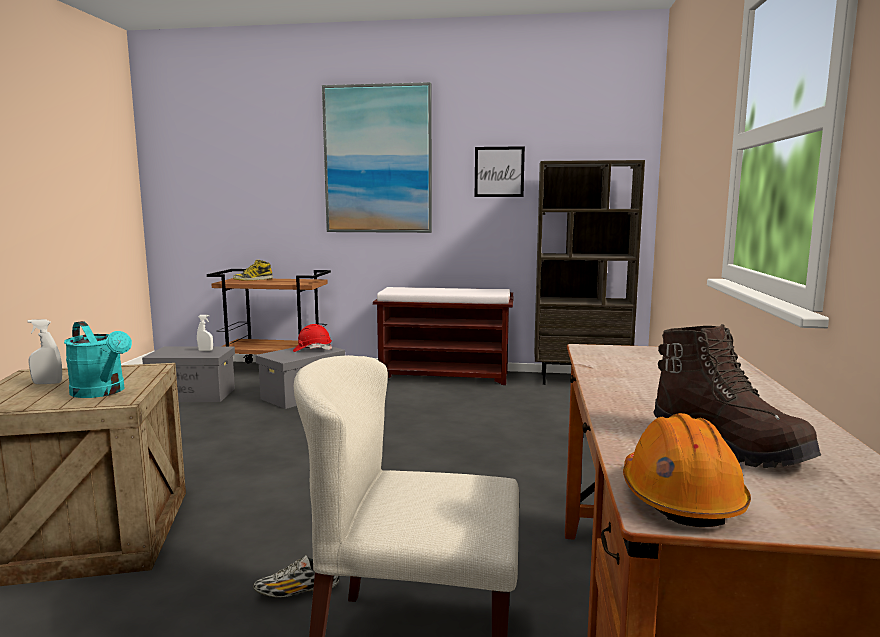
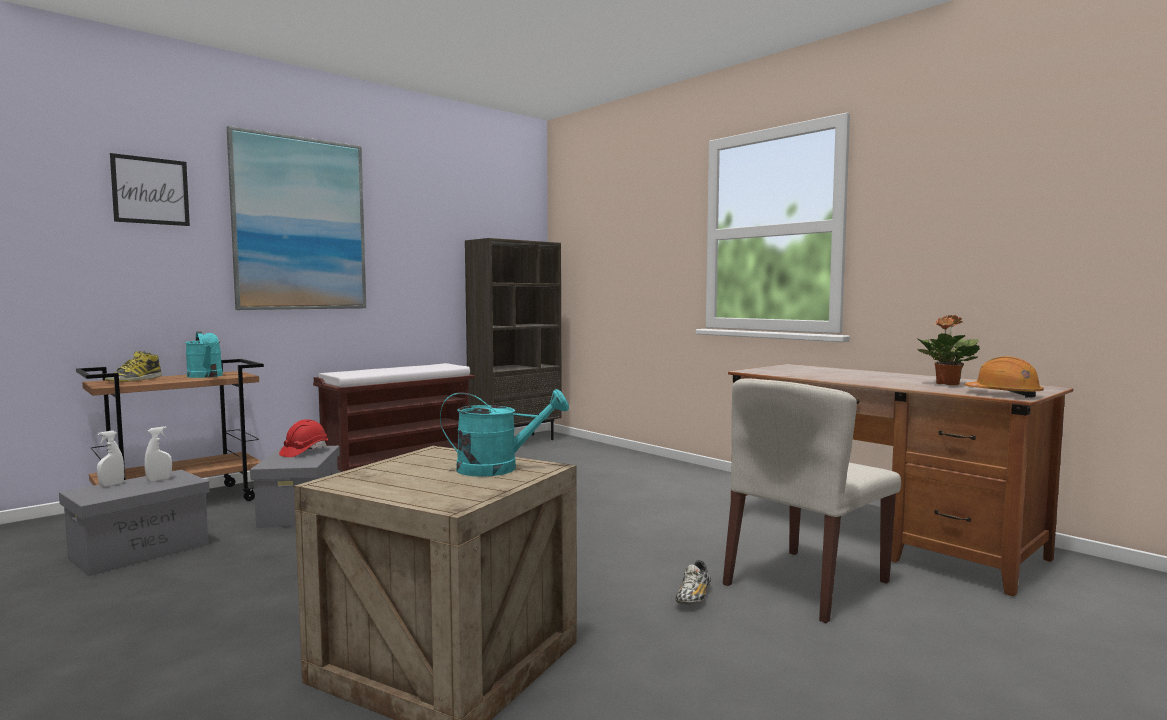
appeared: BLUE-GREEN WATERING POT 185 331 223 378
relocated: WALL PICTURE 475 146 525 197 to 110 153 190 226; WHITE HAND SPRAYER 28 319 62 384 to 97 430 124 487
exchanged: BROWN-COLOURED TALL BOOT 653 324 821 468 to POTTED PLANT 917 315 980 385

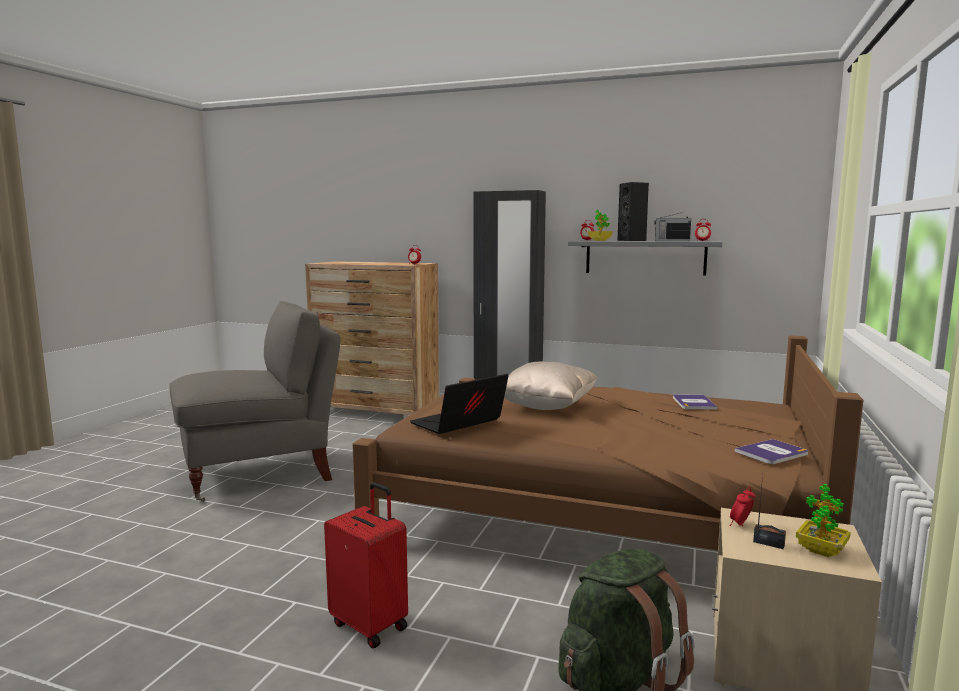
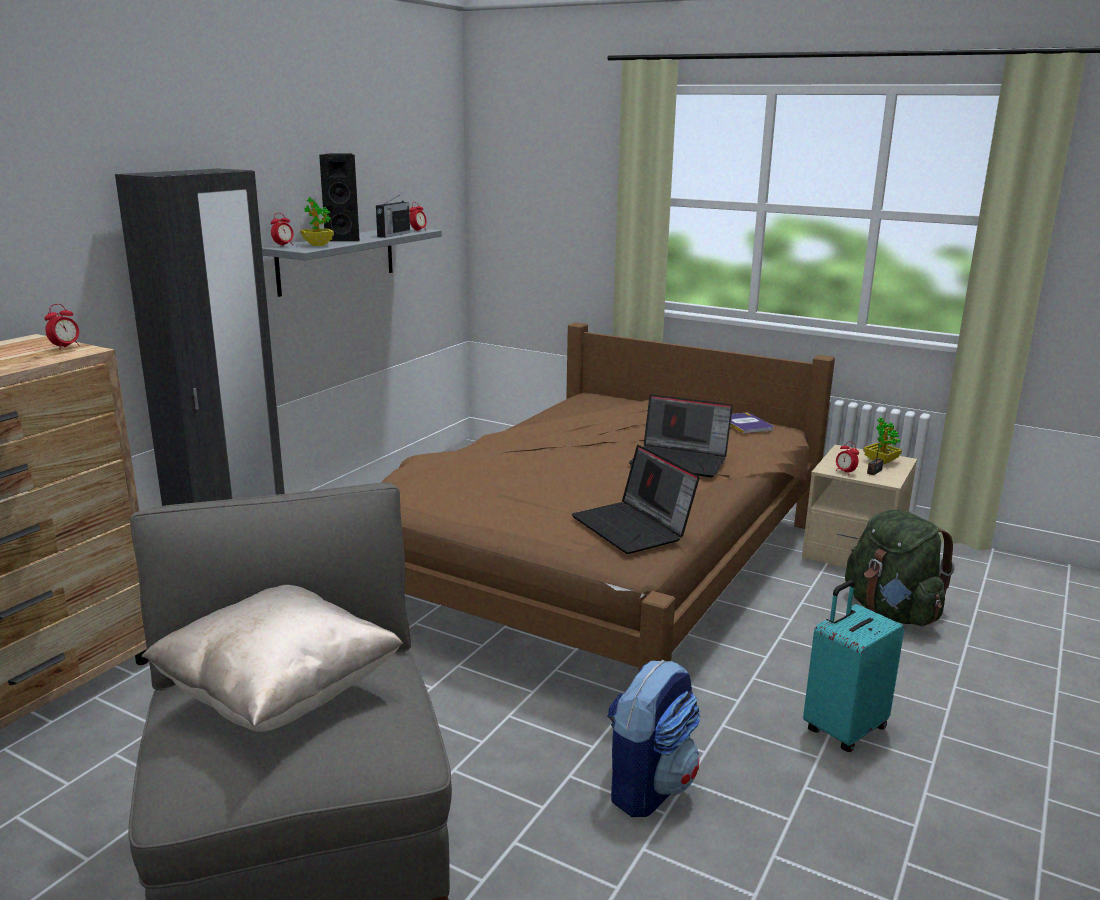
missing: VOLUME 673 394 717 410
appeared: PORTABLE COMPUTER 629 394 733 478; KNAPSACK 607 660 700 817
relocated: BEIGE PILLOW 504 362 599 410 to 142 585 403 732
colour: RED-COLOURED SUITCASE 324 482 408 649 to BLUE-GREEN SUITCASE 803 580 905 752

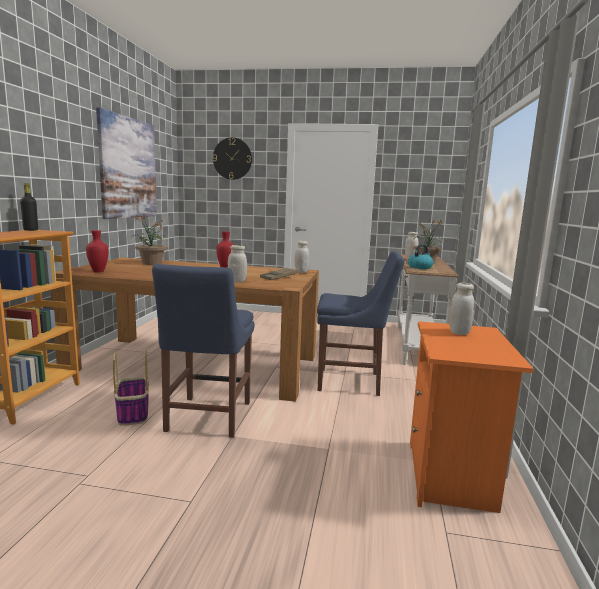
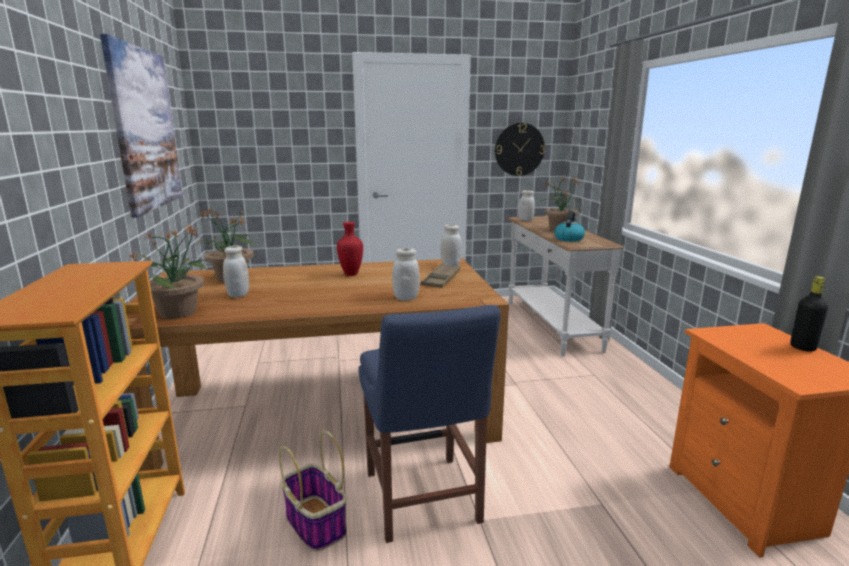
missing: BLUE PLAIN CHAIR 317 251 405 396
relocated: CLOCK ON THE WALL 213 137 252 180 to 495 123 545 176; BLACK-COLOURED BEVERAGE BOTTLE 20 183 38 231 to 790 276 828 352; WHITE STORAGE JAR 449 283 474 335 to 223 246 249 298
exchanged: RED-COLOURED VASE 86 230 108 272 to POTTED PLANT 127 224 206 319

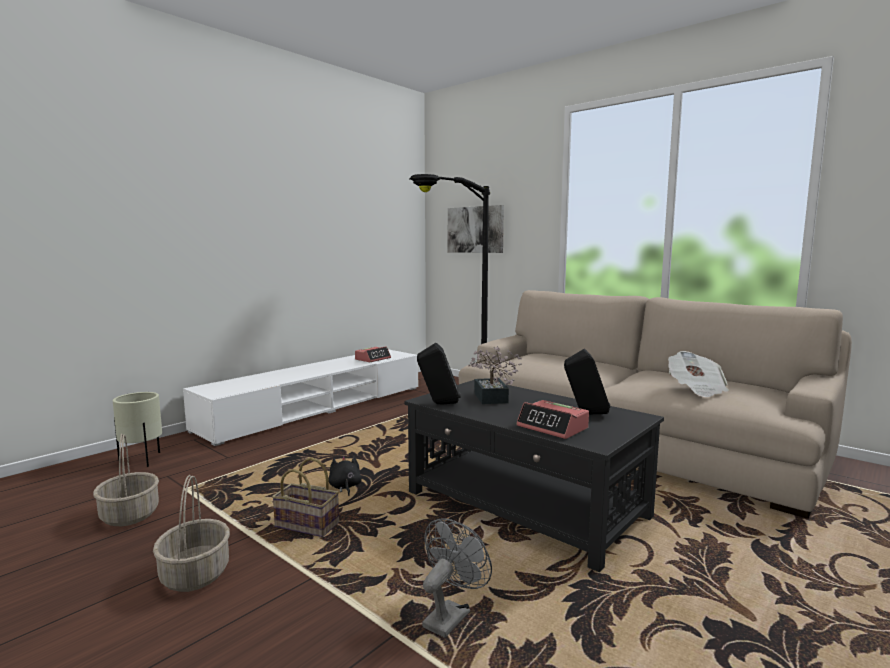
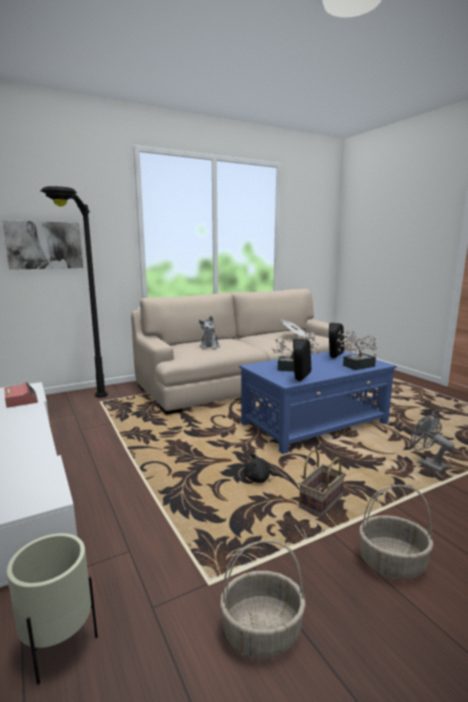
appeared: CUDDLY TOY 199 316 220 350
exchanged: ALARM CLOCK 516 400 589 439 to POTTED PLANT 337 330 378 370
colour: BLACK-COLOURED COFFEE TABLE 404 380 664 572 to BLUE COFFEE TABLE 239 351 397 454

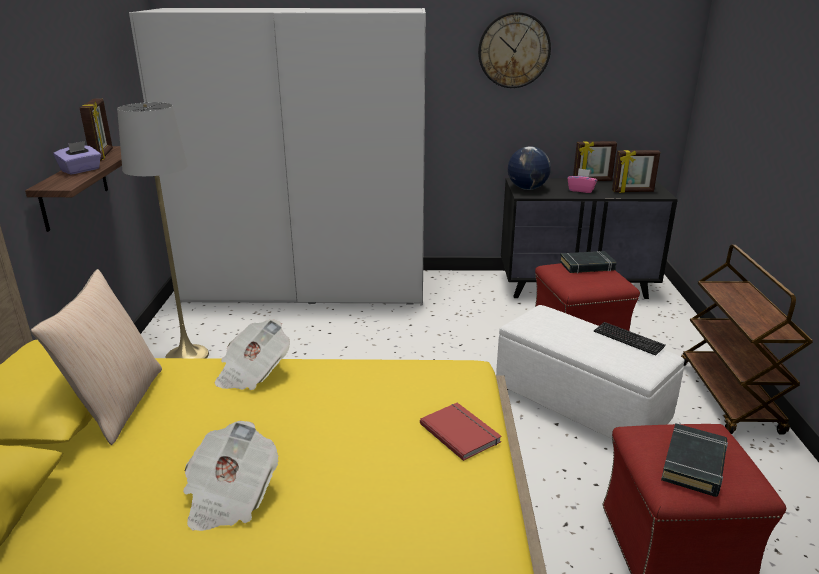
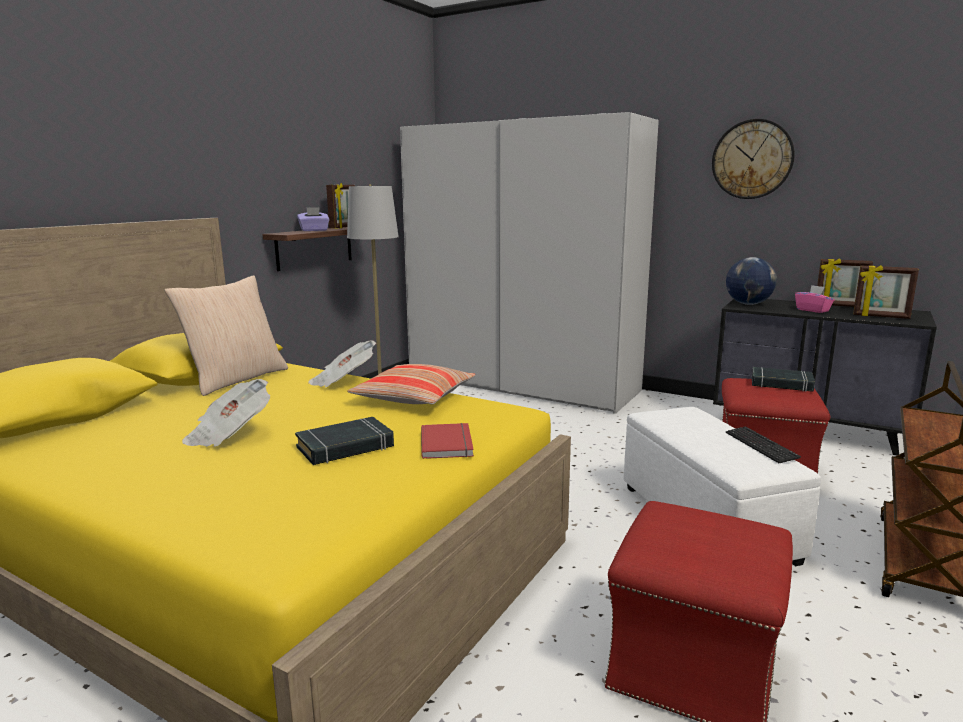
appeared: PILLOW 347 364 475 404
relocated: BLACK-COLOURED VOLUME 661 423 728 497 to 295 417 394 465

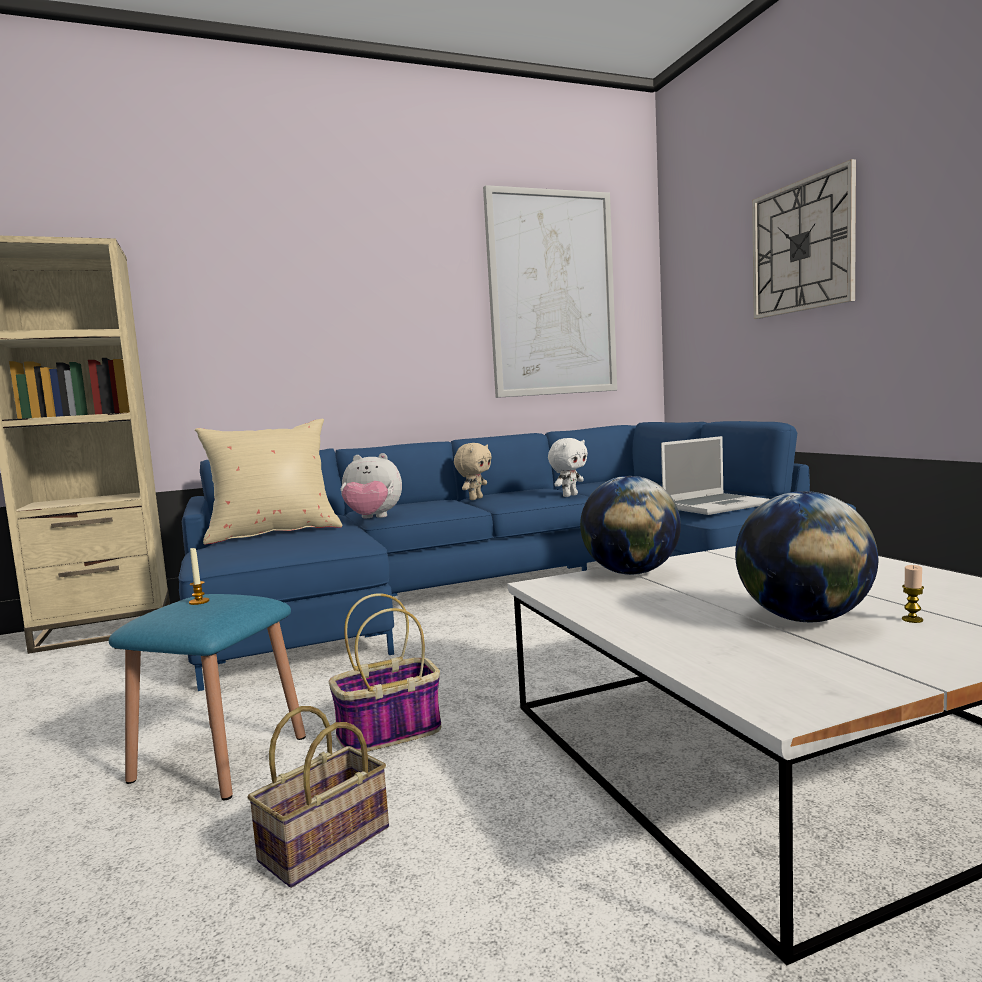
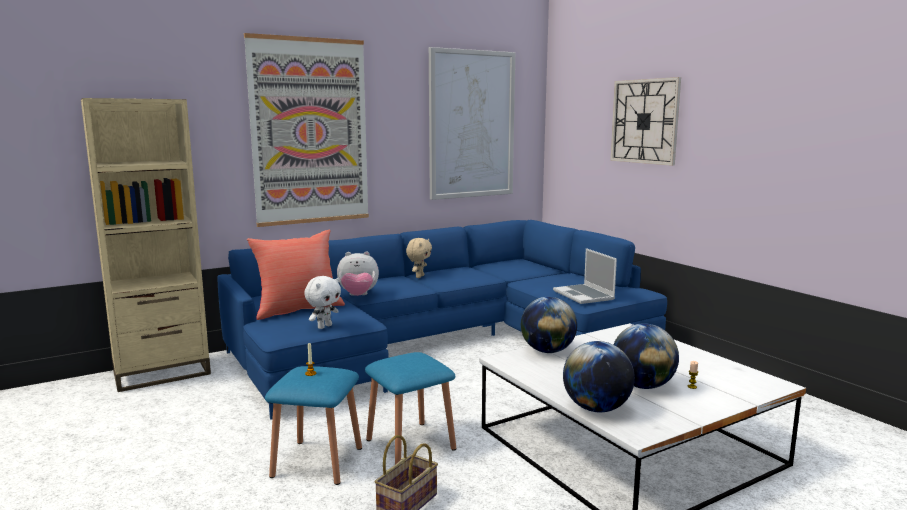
appeared: WALL PICTURE 244 33 369 227; WORLD GLOBE 563 341 635 412
relocated: WHITE CUDDLY TOY 548 438 588 497 to 304 276 341 329
exchanged: HOUSEHOLD BASKET 329 593 441 752 to BLUE SITTING STOOL 365 352 456 464
colour: BEIGE PILLOW 195 419 342 545 to RED-COLOURED PILLOW 247 229 345 320
spun: PORTABLE COMPUTER 661 436 769 515 = 553 248 617 304 105 degrees clockwise

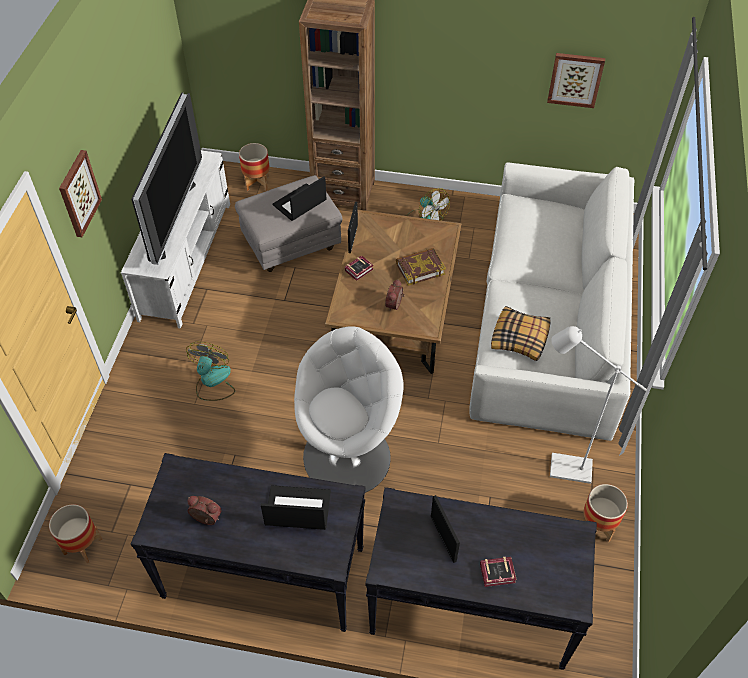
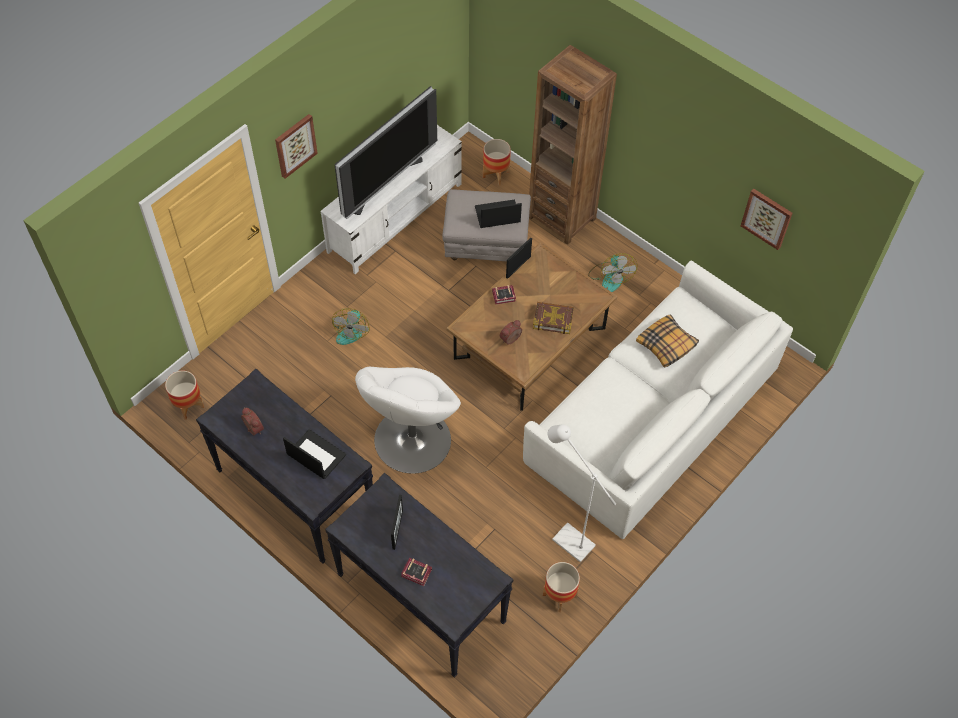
relocated: PILLOW 491 306 551 361 to 636 314 699 368
spun: WHITE ARMCHAIR 294 326 404 493 = 355 367 461 474 120 degrees clockwise; COOLING FAN 186 342 235 401 = 332 308 370 345 150 degrees clockwise

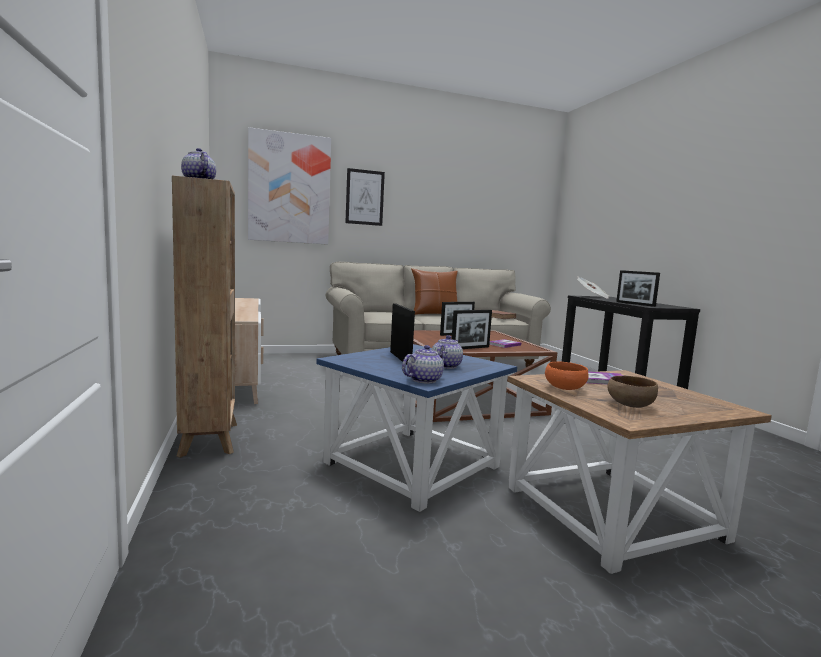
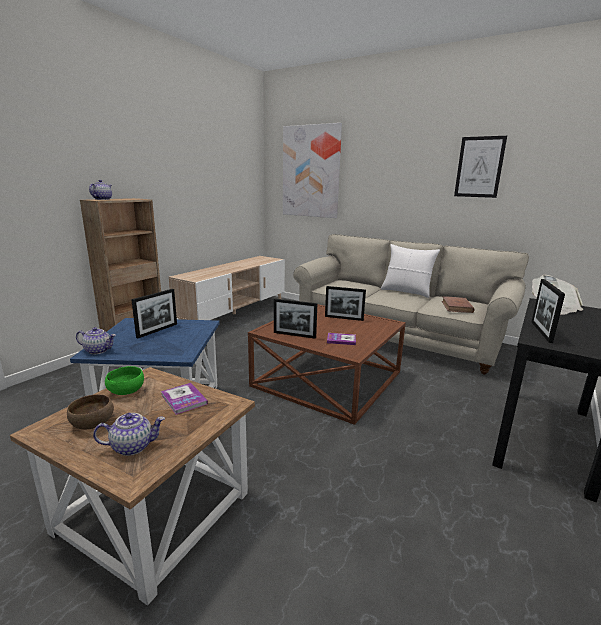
relocated: WALL PICTURE 346 168 385 226 to 454 136 507 198; TEA POT 432 335 463 369 to 93 413 165 456
colour: BROWN-COLOURED PILLOW 411 268 458 315 to WHITE PILLOW 381 244 440 298; ORANGEY DEEP DISH 545 361 588 390 to GREEN DEEP DISH 105 366 144 395

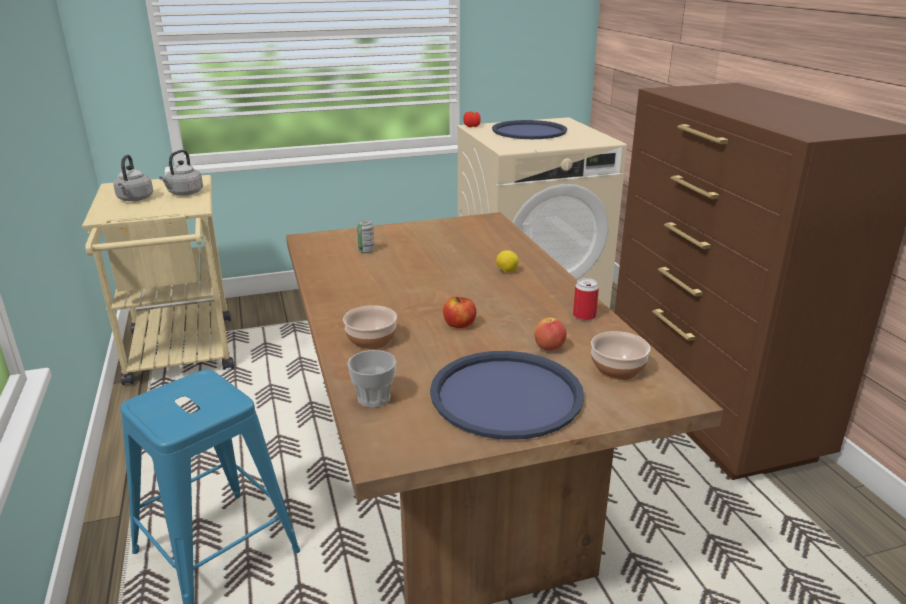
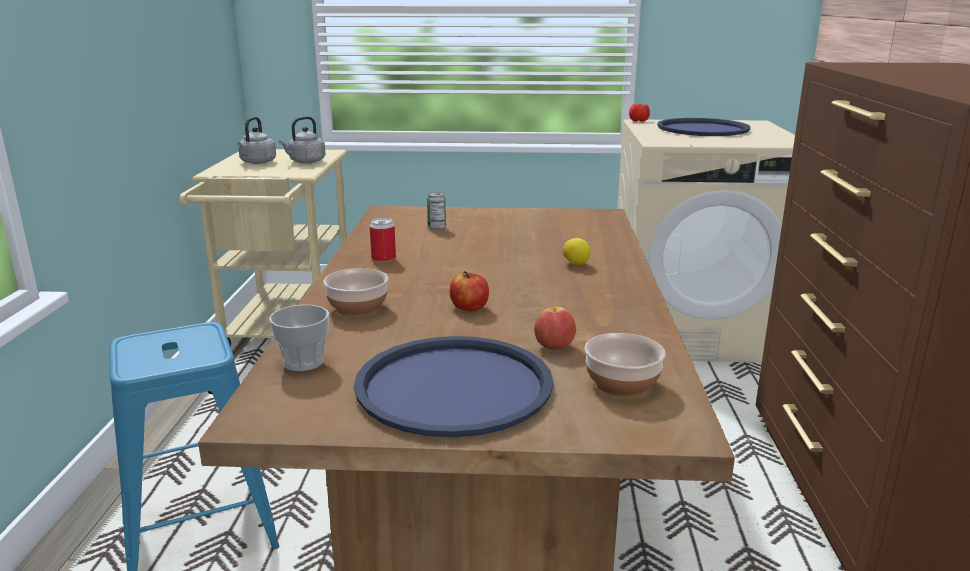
relocated: SEALED CAN 573 278 599 321 to 370 218 396 263

